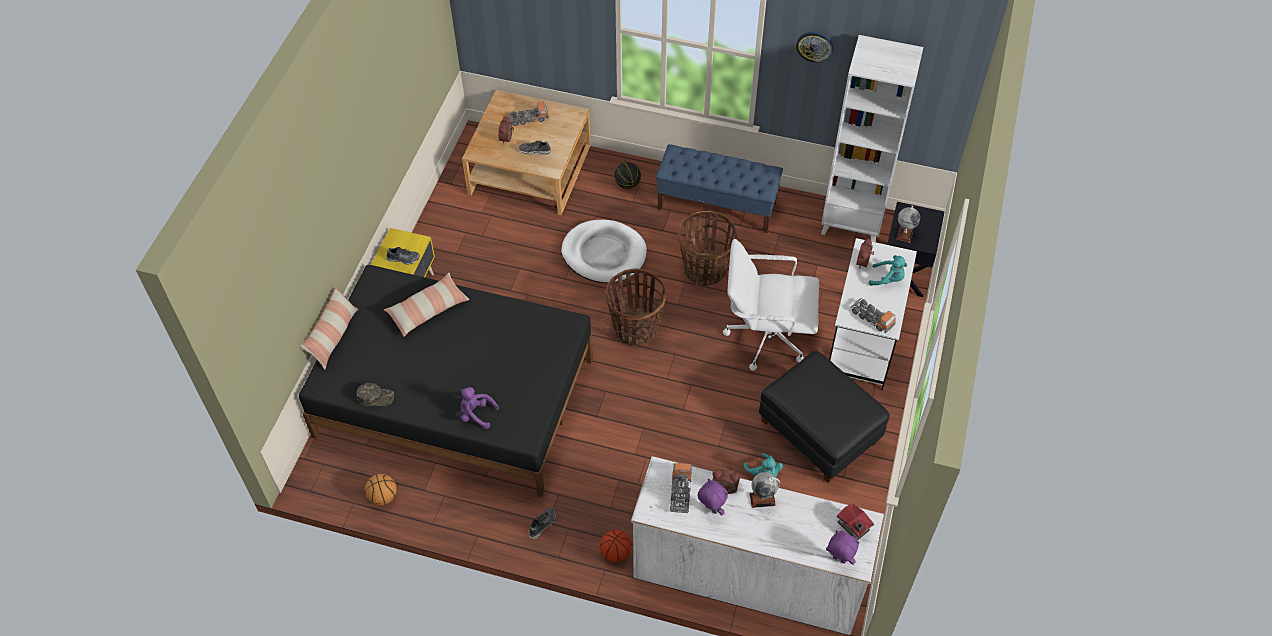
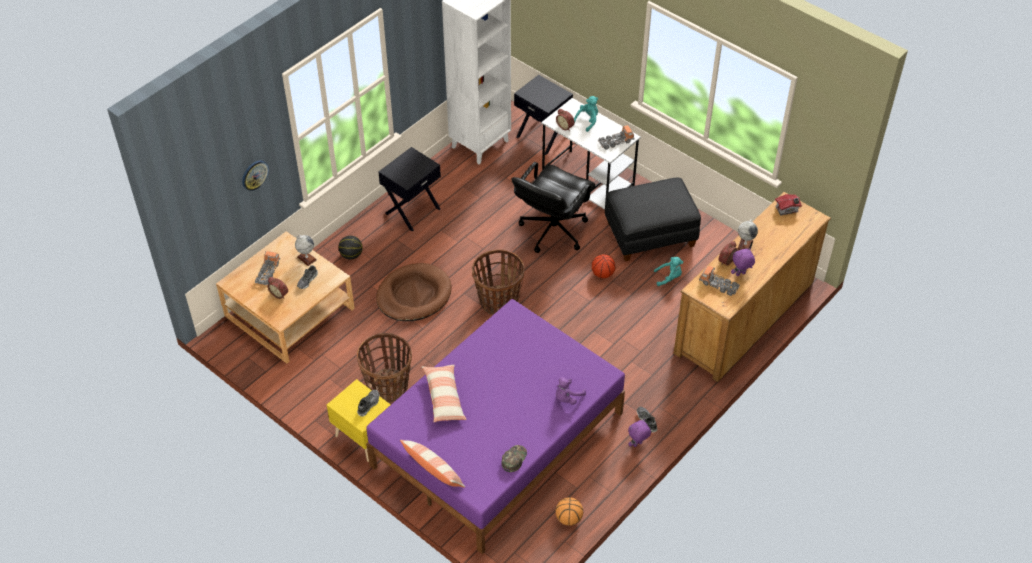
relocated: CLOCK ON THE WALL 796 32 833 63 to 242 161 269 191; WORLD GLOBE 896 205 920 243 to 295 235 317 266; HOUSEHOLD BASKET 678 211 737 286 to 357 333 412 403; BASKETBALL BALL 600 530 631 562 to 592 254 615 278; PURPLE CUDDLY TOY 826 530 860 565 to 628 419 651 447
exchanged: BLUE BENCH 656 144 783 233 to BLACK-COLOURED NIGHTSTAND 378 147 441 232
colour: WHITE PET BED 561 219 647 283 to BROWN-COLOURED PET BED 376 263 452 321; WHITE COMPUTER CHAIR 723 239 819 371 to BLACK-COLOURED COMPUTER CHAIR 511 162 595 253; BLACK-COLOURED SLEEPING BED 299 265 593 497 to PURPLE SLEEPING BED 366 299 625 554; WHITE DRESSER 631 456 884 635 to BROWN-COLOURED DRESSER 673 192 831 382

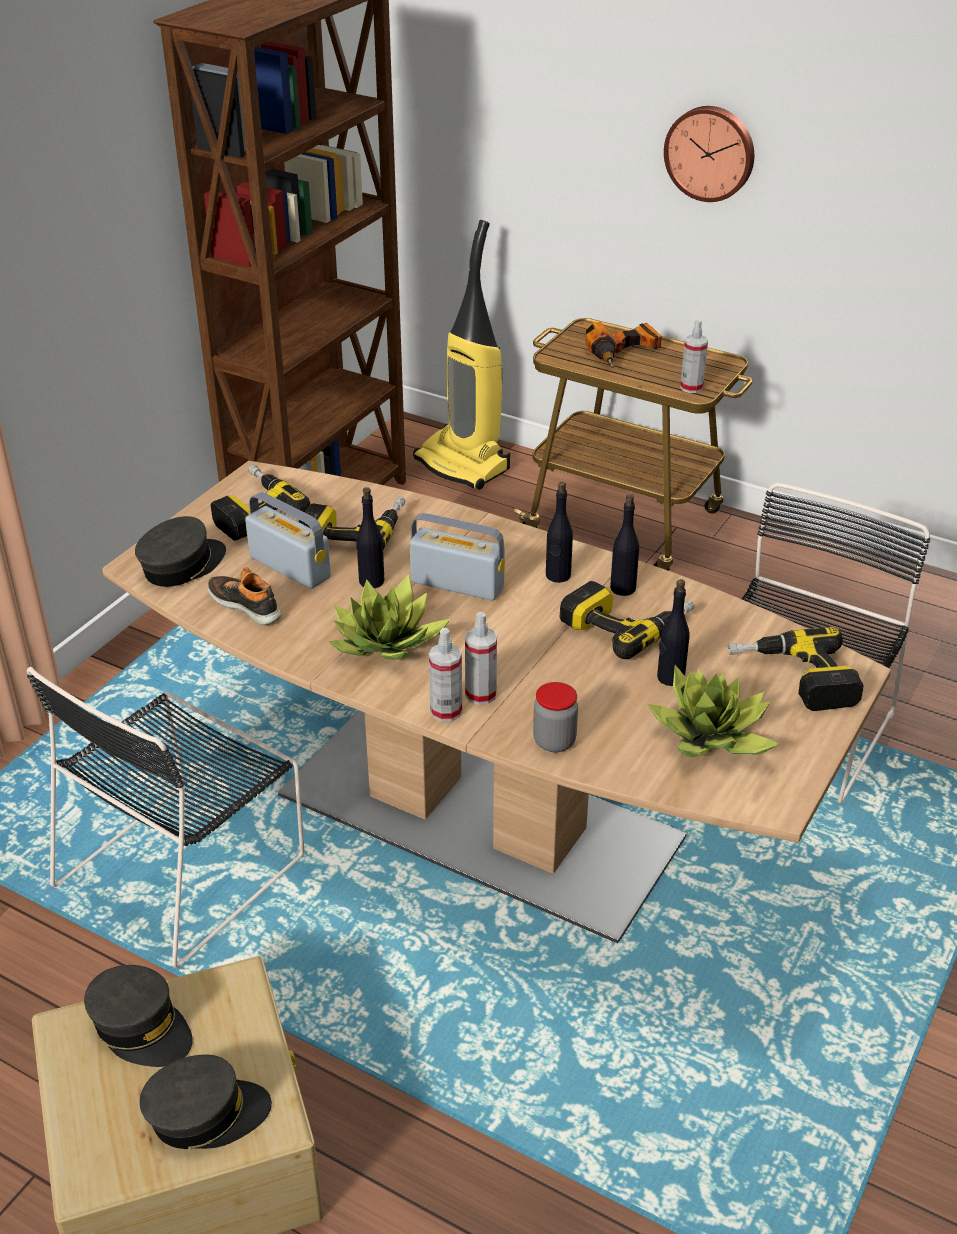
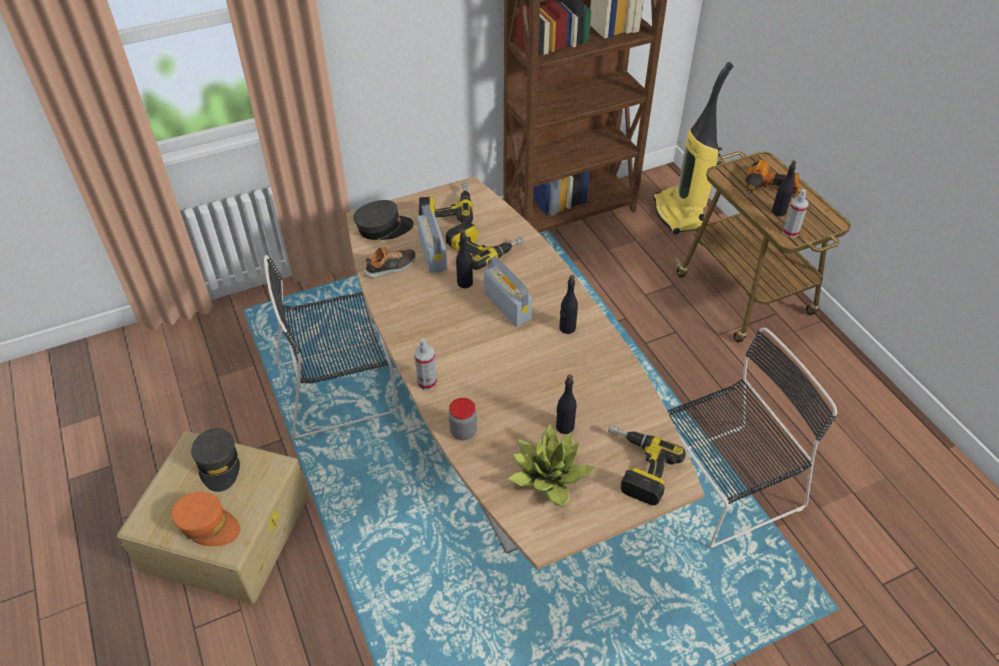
missing: CLOCK ON THE WALL 664 106 754 202; POTTED PLANT 328 574 451 659; POWER DRILL 560 581 694 659; HAND SPRAYER 465 612 497 705
relocated: BLACK-COLOURED BEVERAGE BOTTLE 610 494 639 596 to 772 160 796 216
colour: GREY BASEBALL CAP 139 1054 272 1150 to ORANGEY BASEBALL CAP 171 492 240 546
spun: SHOE 208 567 281 625 = 364 246 416 278 75 degrees clockwise

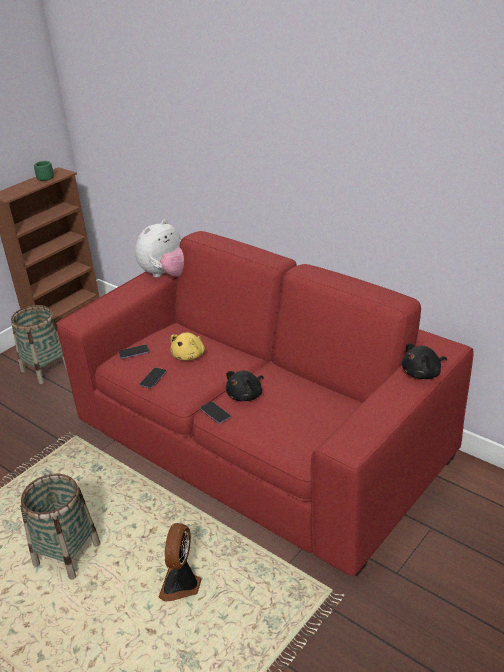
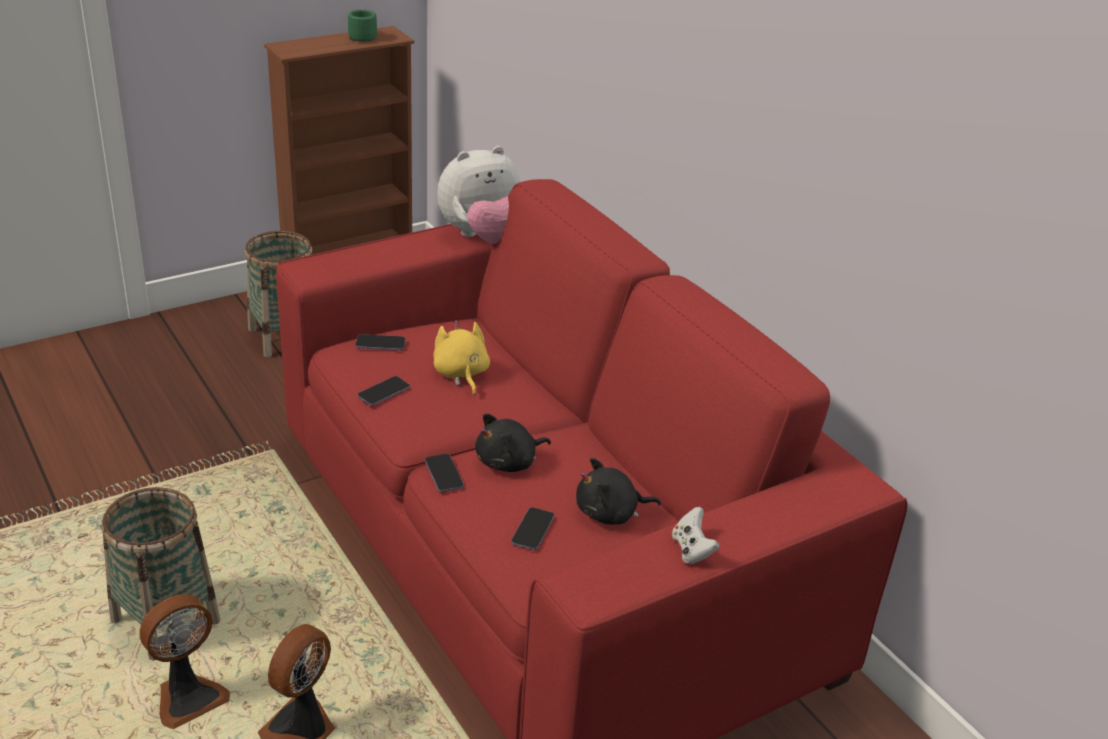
appeared: HANDSET 511 507 555 550; WHITE GAME CONTROLLER 672 507 720 564; COOLING FAN 139 594 230 729
relocated: BLACK-COLOURED CUDDLY TOY 402 343 447 379 to 576 458 661 525
spun: YELLOW CUDDLY TOY 170 333 205 361 = 434 320 490 395 120 degrees clockwise

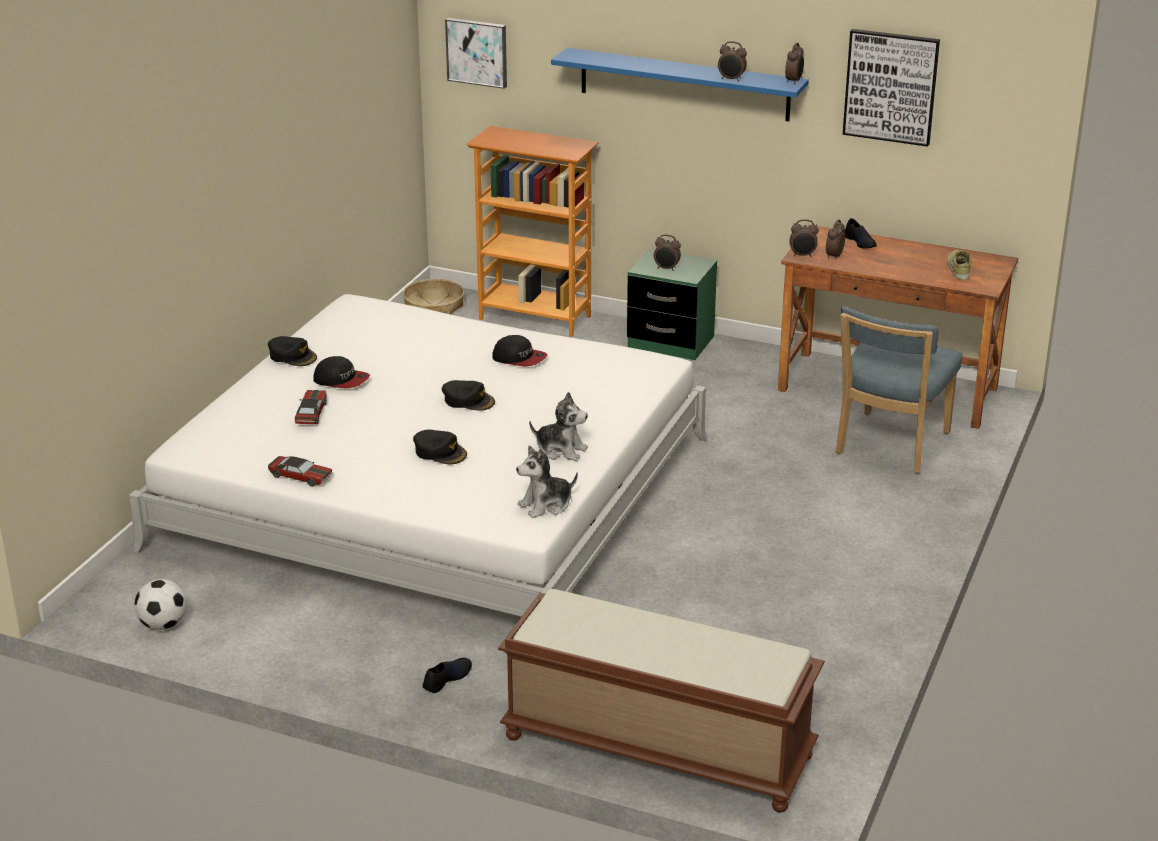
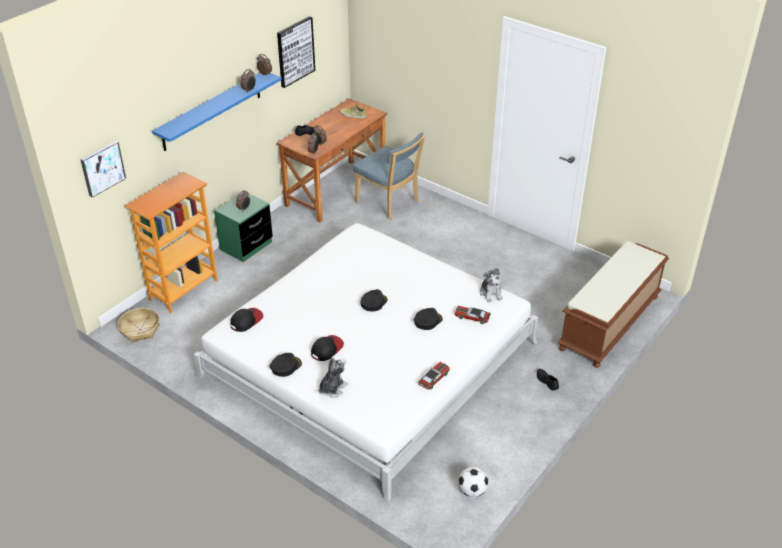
relocated: BASEBALL CAP 492 335 547 366 to 230 308 263 332; TOY CAR 295 390 327 424 to 455 306 491 324; CUDDLY TOY 529 392 588 461 to 318 357 348 398

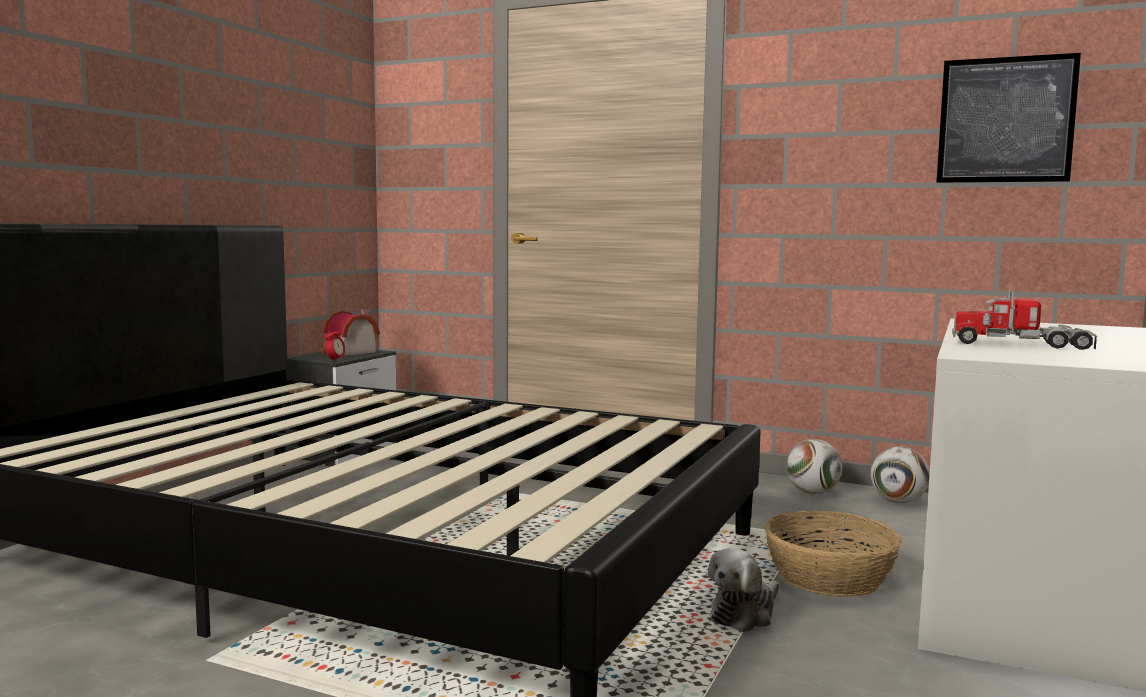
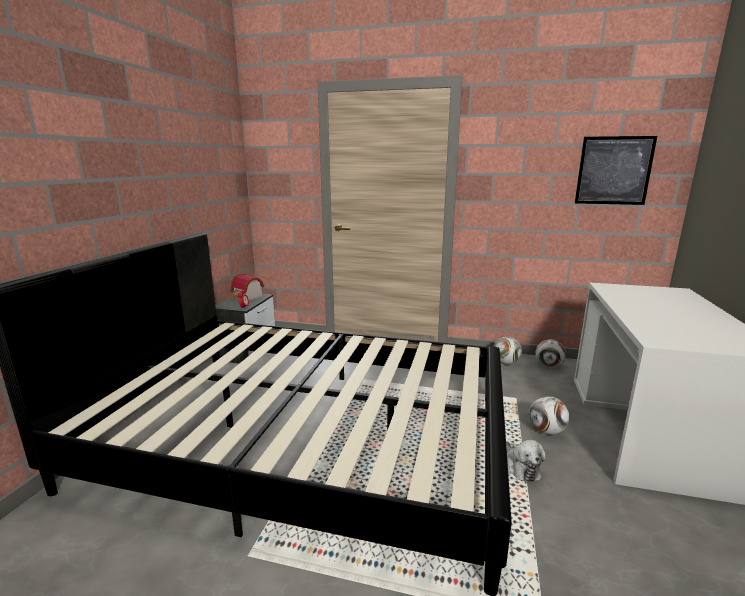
missing: TOY LORRY 952 289 1097 350
exchanged: HOUSEHOLD BASKET 764 511 902 597 to FOOTBALL BALL 529 396 570 435
spun: CUDDLY TOY 708 548 779 632 = 506 440 546 483 45 degrees counterclockwise

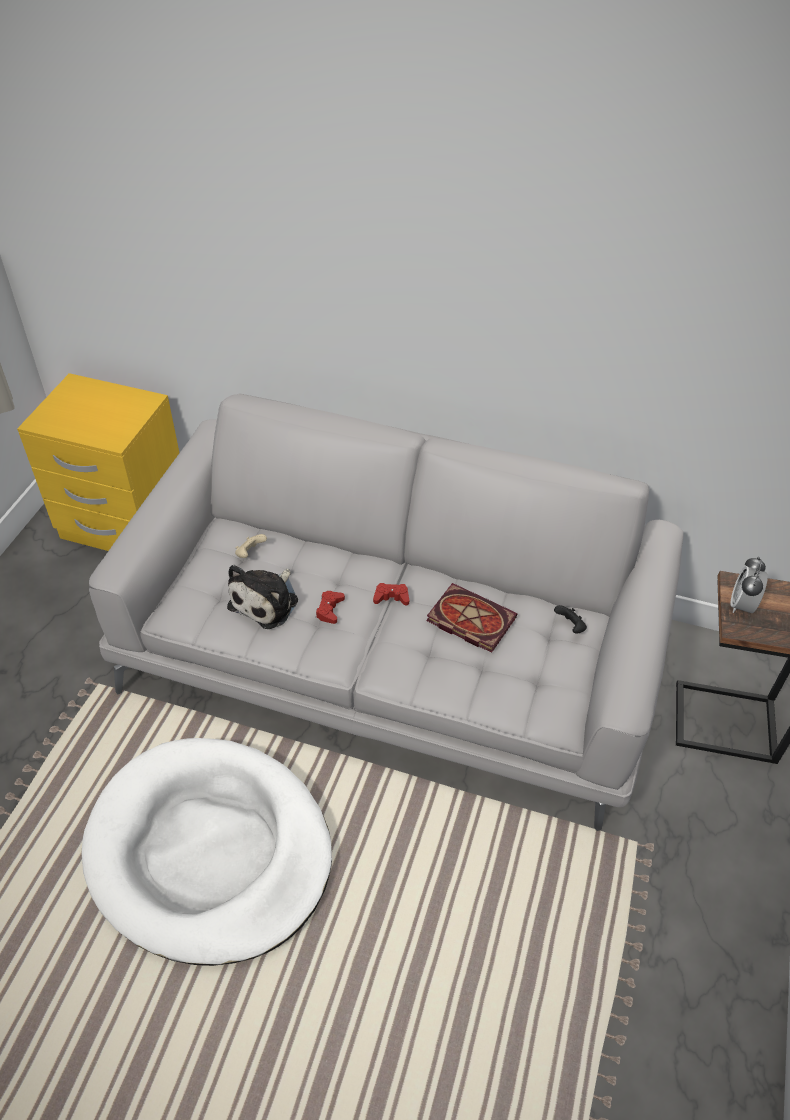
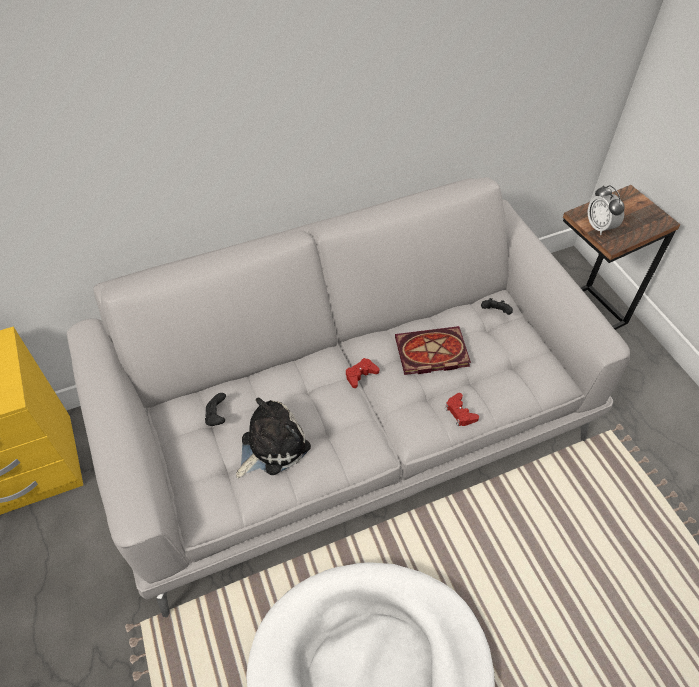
relocated: RED-COLOURED GAME CONTROLLER 316 591 345 624 to 445 393 479 426
colour: BEIGE GAME CONTROLLER 235 534 267 558 to BLACK-COLOURED GAME CONTROLLER 205 393 226 426
spun: CUDDLY TOY 227 565 298 629 = 236 397 311 478 120 degrees counterclockwise

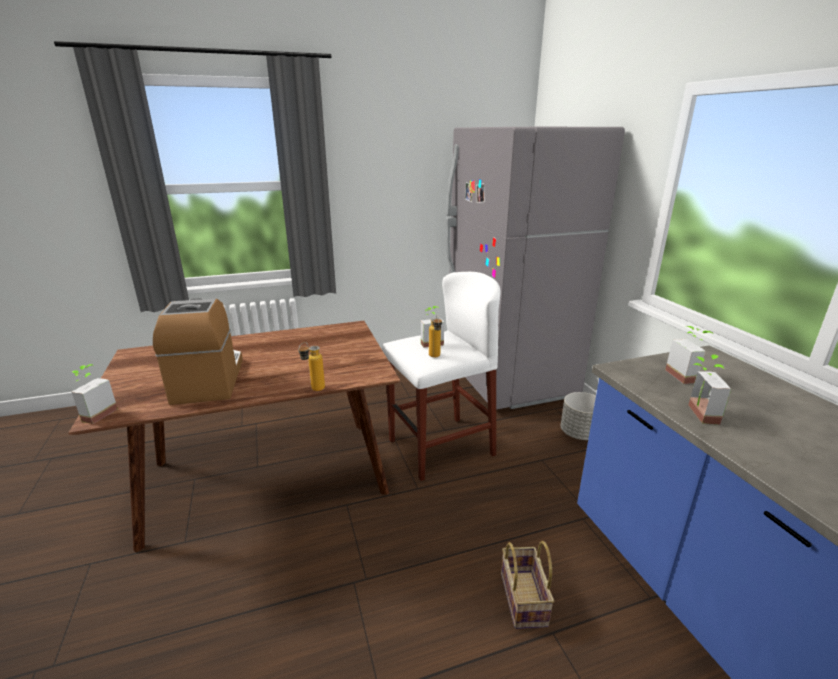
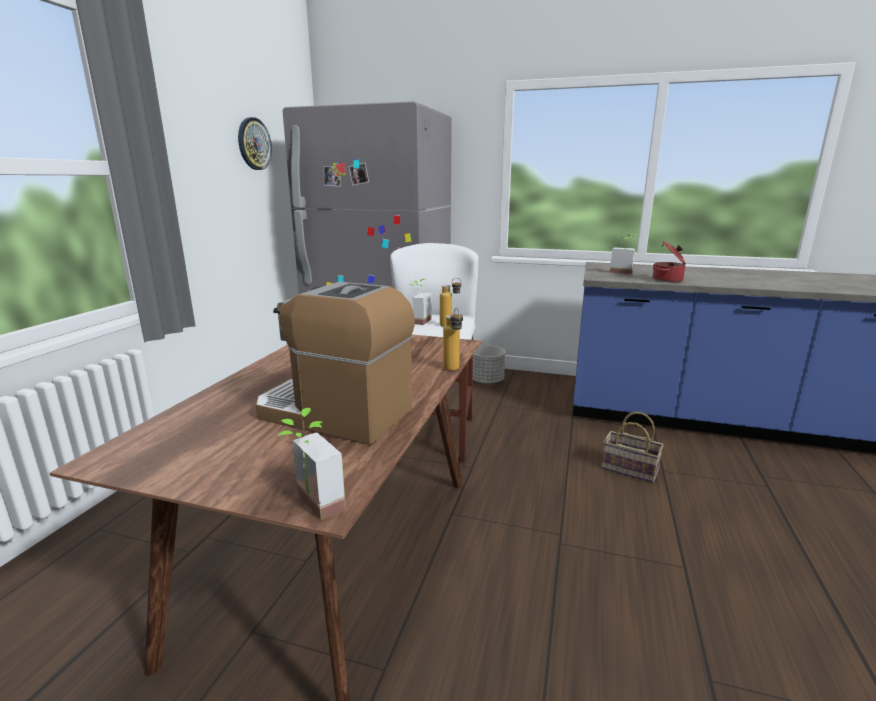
appeared: CLOCK ON THE WALL 238 117 272 170
exchanged: POTTED PLANT 689 354 731 425 to STOCKPOT 653 241 686 282

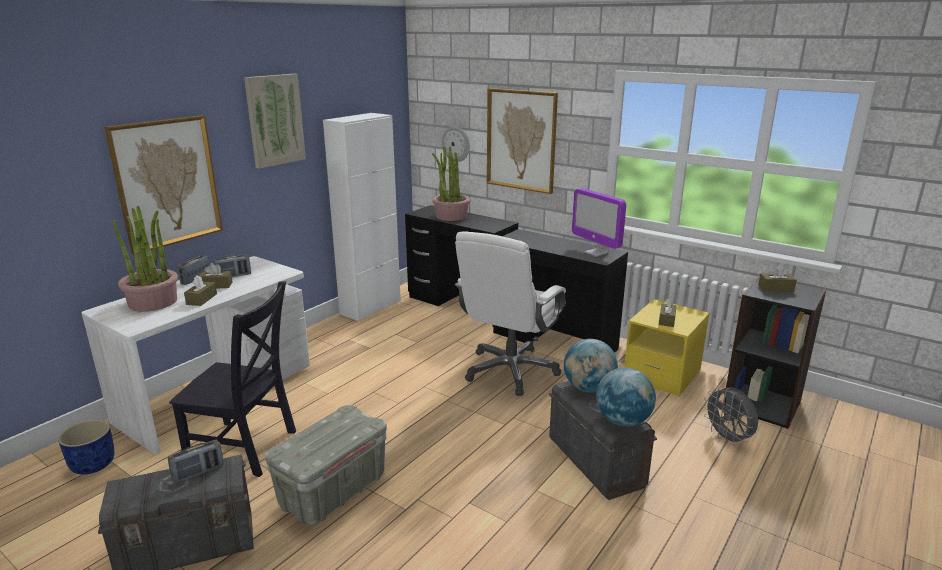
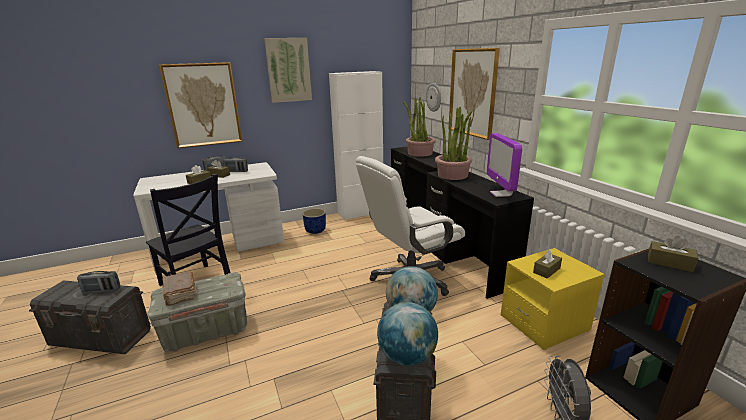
appeared: BROWN-COLOURED VOLUME 162 271 197 306
relocated: POTTED PLANT 113 206 178 312 to 435 107 472 180; BLUE PLANTER 58 420 114 475 to 302 208 326 234

